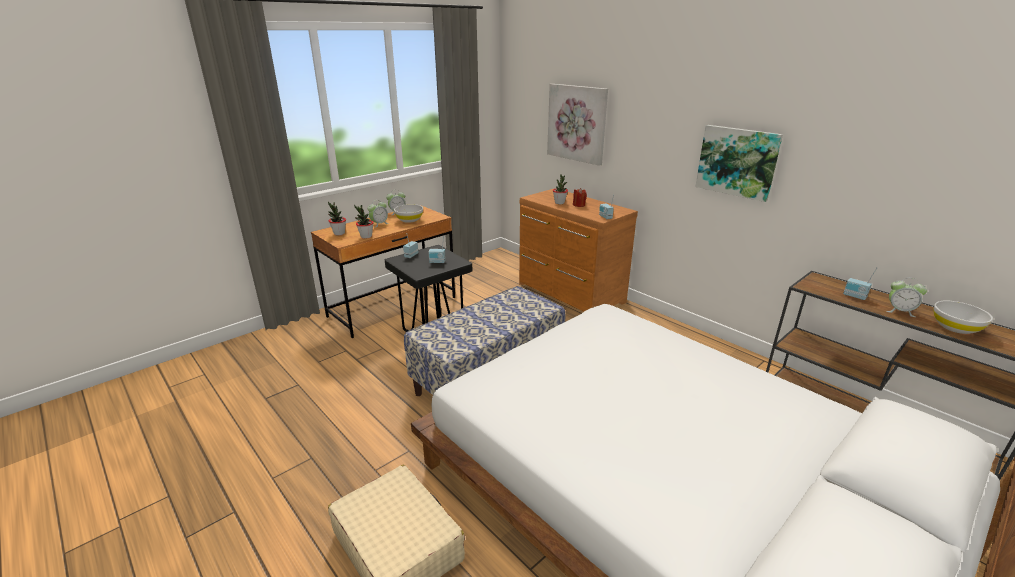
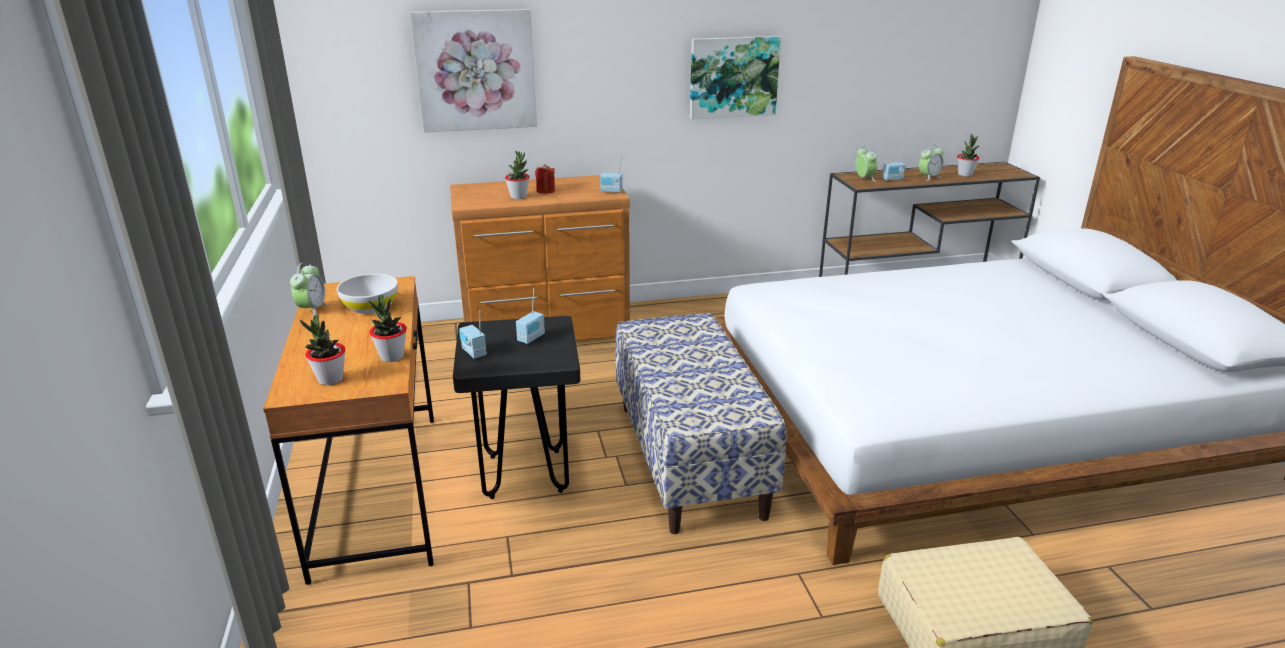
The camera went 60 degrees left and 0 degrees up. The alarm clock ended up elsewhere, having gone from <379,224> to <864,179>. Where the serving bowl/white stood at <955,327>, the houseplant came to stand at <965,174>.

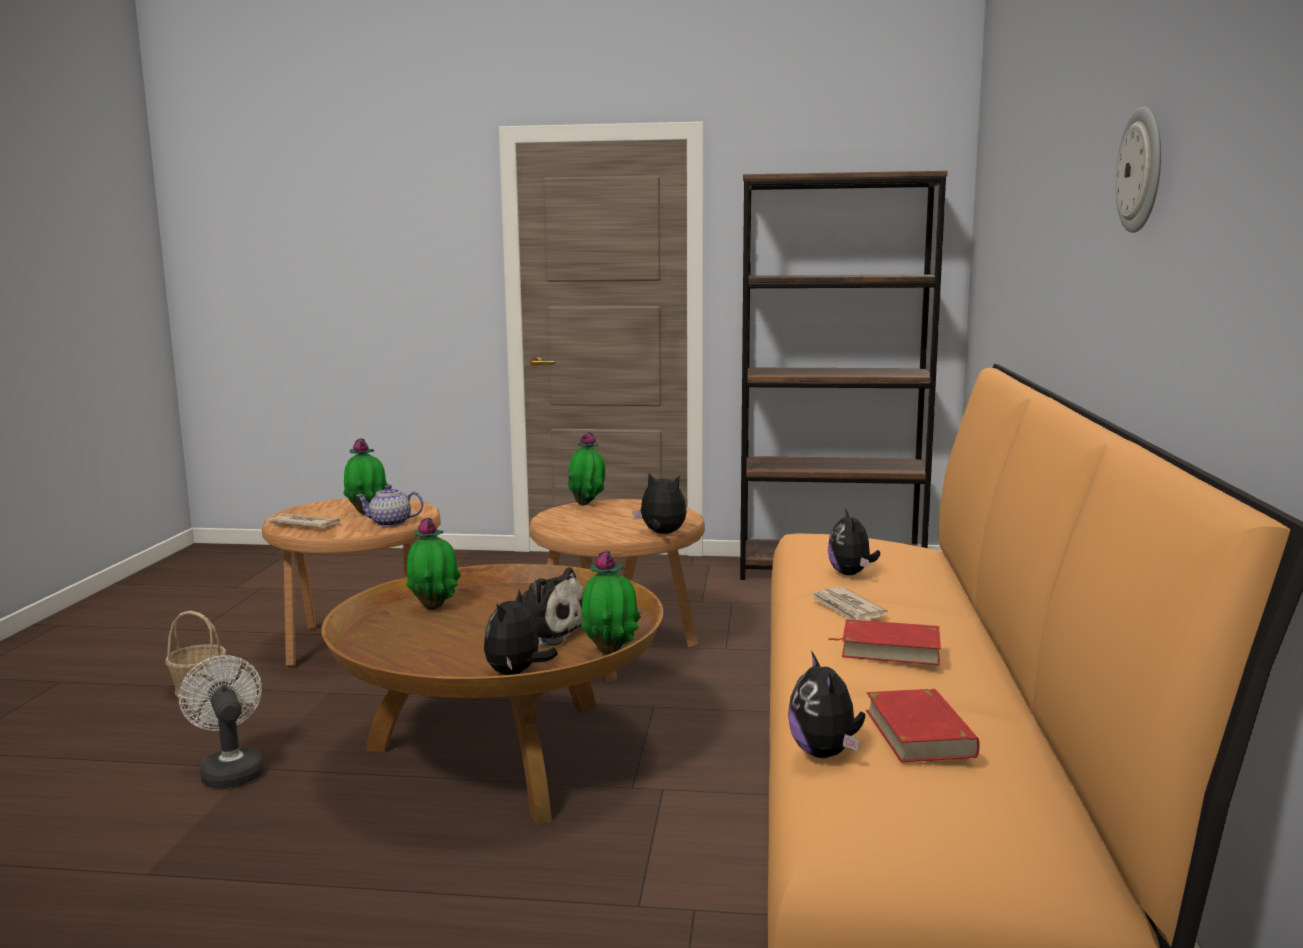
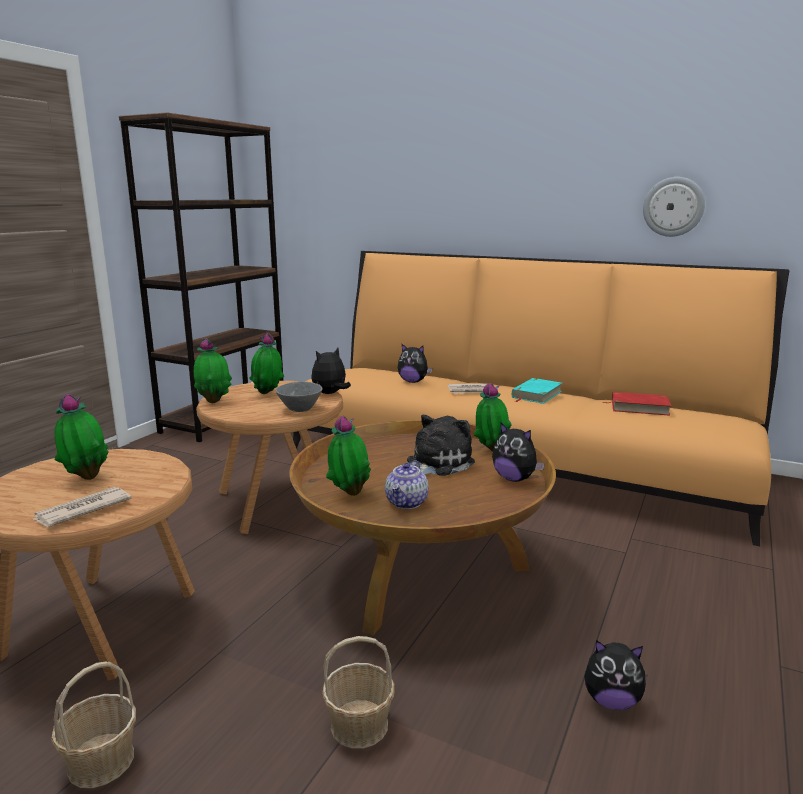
The camera went 70 degrees left and 5 degrees up. The second view gained the houseplant at <267,394>. The second view gained the serving bowl/gray at <298,409>. Where the fan/white stood at <230,770>, the household basket came to stand at <360,725>. The pot for tea ended up elsewhere, having gone from <390,523> to <407,503>. What was the book/red-coloured at <890,649> turned into the book/blue-green at <536,394>. The soft toy ended up elsewhere, having gone from <825,753> to <611,701>. The hanging clock ended up elsewhere, having gone from <1142,170> to <673,207>.

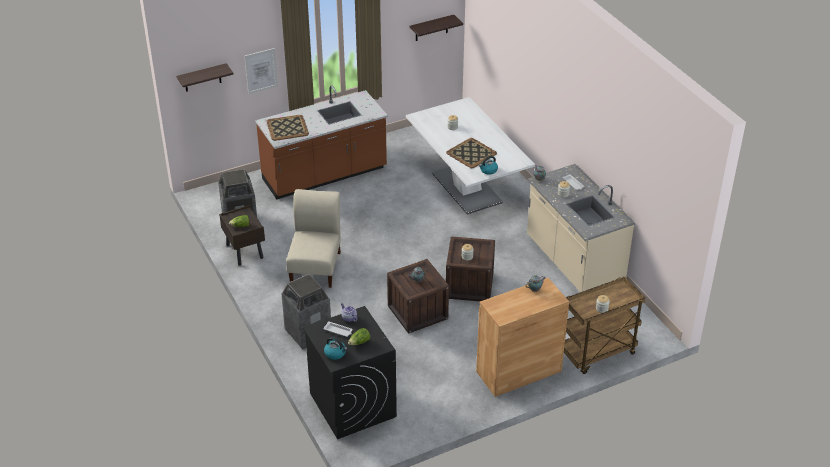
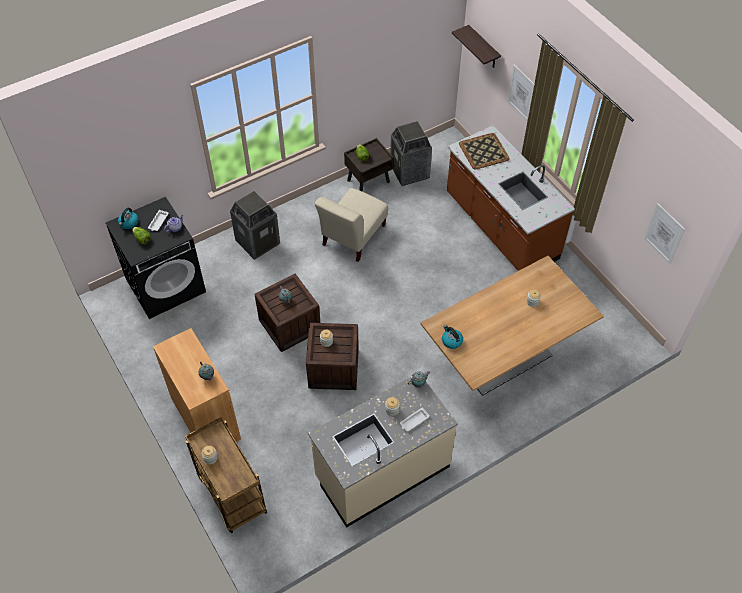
The camera went 85 degrees right and 15 degrees up. The chair/beige at <316,266> ended up facing another way, 120 degrees clockwise from before. What was the dining table/white at <466,188> turned into the dining table/brown at <503,358>. Where the bracket shelf hung at <431,28>, the picture came to hang at <664,233>. The second view lost the carrying tray at <471,153>.

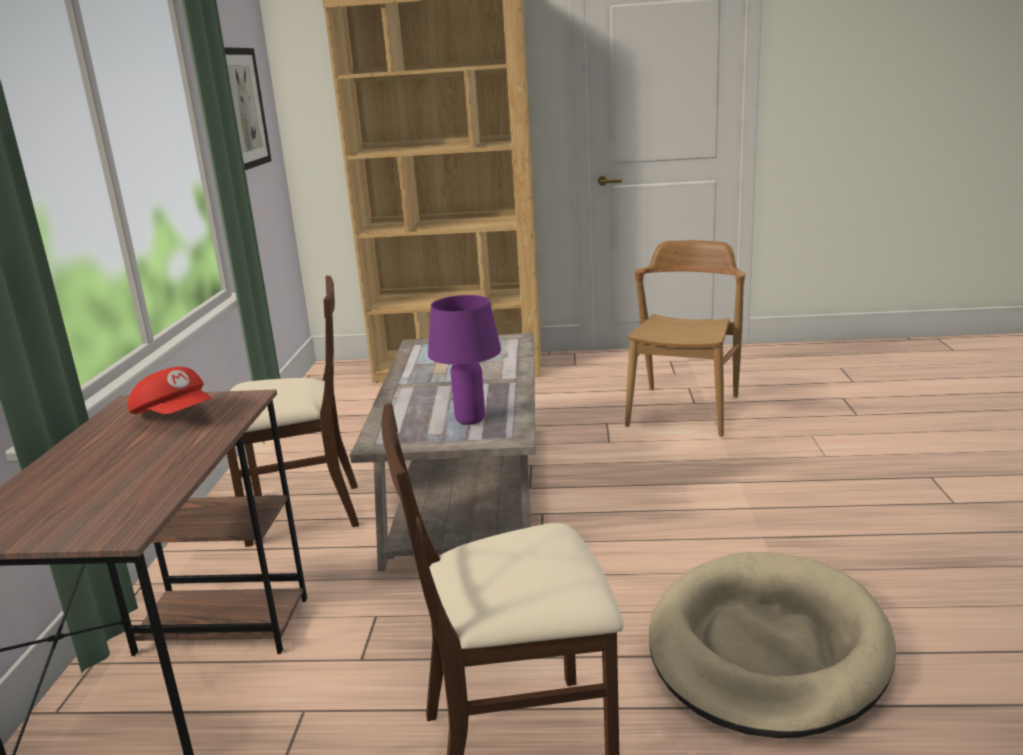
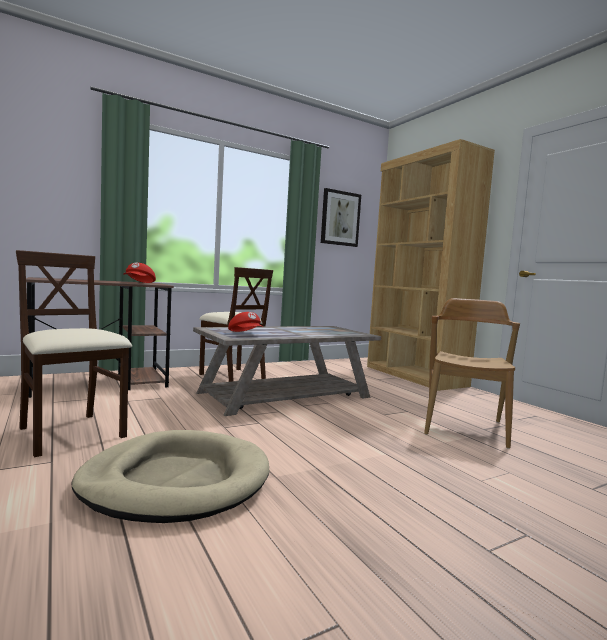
The camera went 55 degrees right and 15 degrees down. Where the table lamp/purplish stood at <469,420>, the peaked cap/red-coloured came to stand at <246,334>. The chair/brown at <684,411> ended up facing another way, 60 degrees counterclockwise from before.

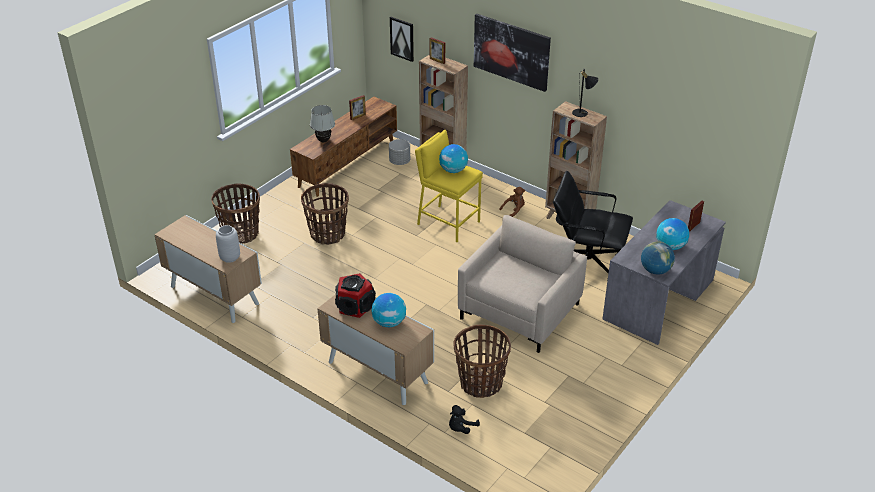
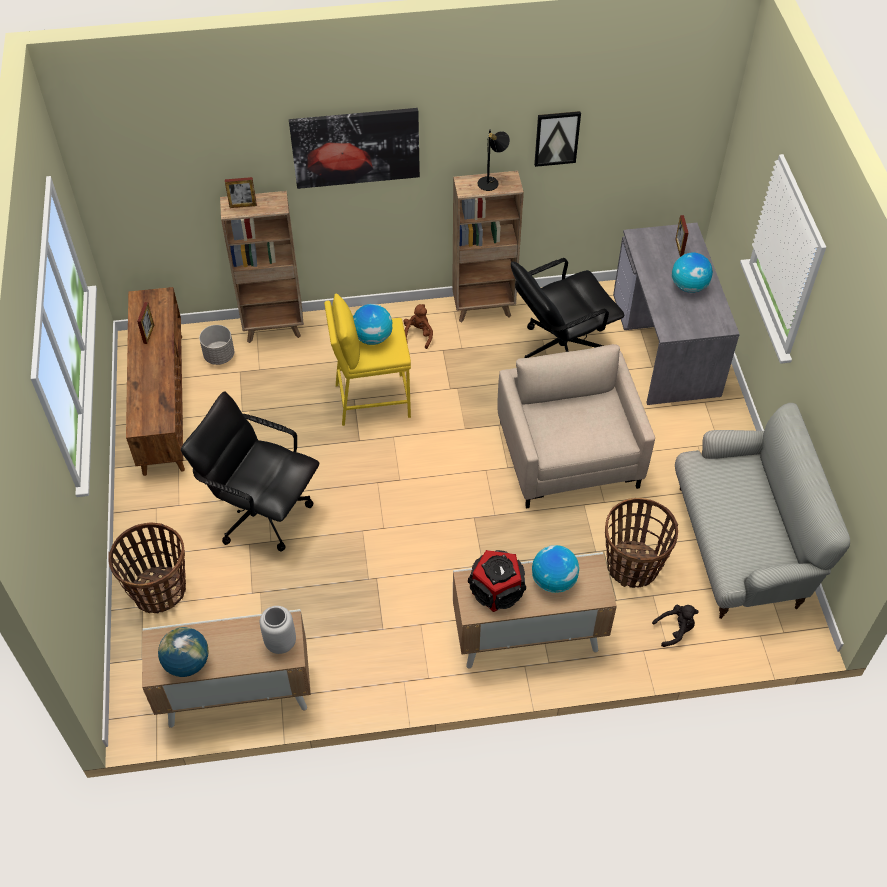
The camera went 45 degrees left and 15 degrees up. The world globe ended up elsewhere, having gone from <655,270> to <187,663>. Where the household basket stood at <328,234>, the desk chair/black came to stand at <261,512>. The picture ended up elsewhere, having gone from <402,38> to <556,138>. The soft toy/black at <461,428> ended up facing another way, 105 degrees counterclockwise from before. The second view gained the settee at <741,546>. The second view lost the table lamp/white at <323,141>.

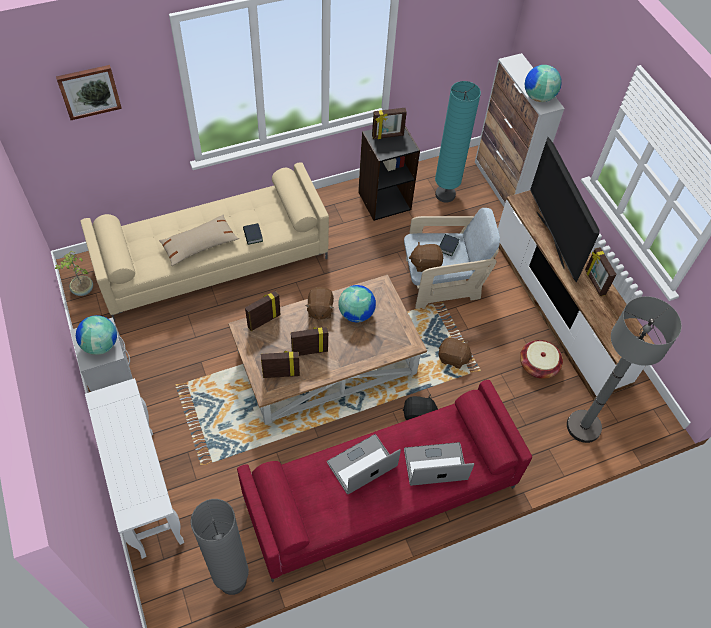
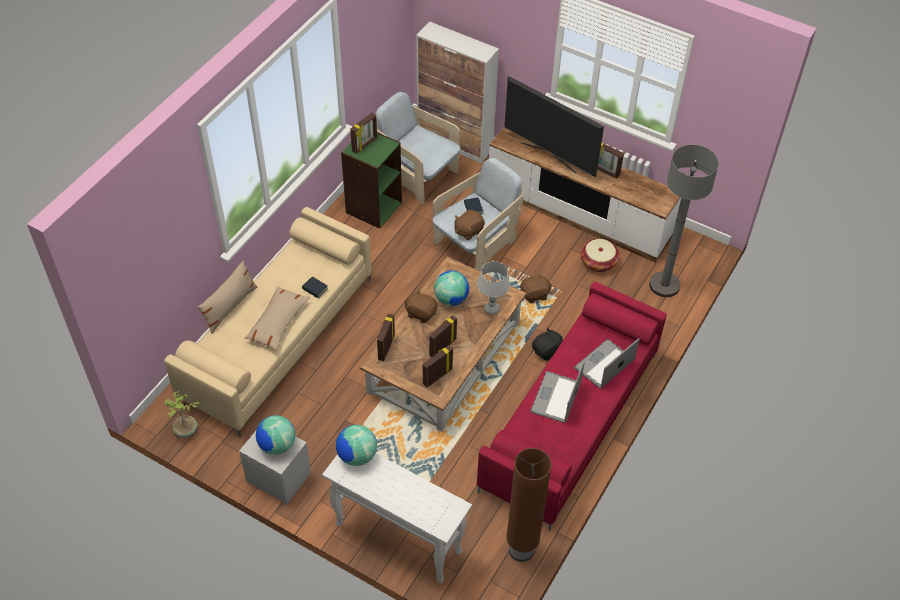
The camera went 35 degrees left and 5 degrees down. The second view gained the throw pillow/beige at <230,307>. The world globe ended up elsewhere, having gone from <538,97> to <357,456>. What was the shelving unit/black at <384,200> turned into the shelving unit/greenish at <373,207>. Where the standing lamp/blue-green stood at <445,195>, the easy chair/beige came to stand at <417,175>. The soft toy/brown at <319,309> ended up facing another way, 150 degrees clockwise from before. The second view gained the table lamp/gray at <491,309>. What was the standing lamp/gray at <232,580> turned into the standing lamp/brown at <521,550>. The second view lost the picture at <89,91>.

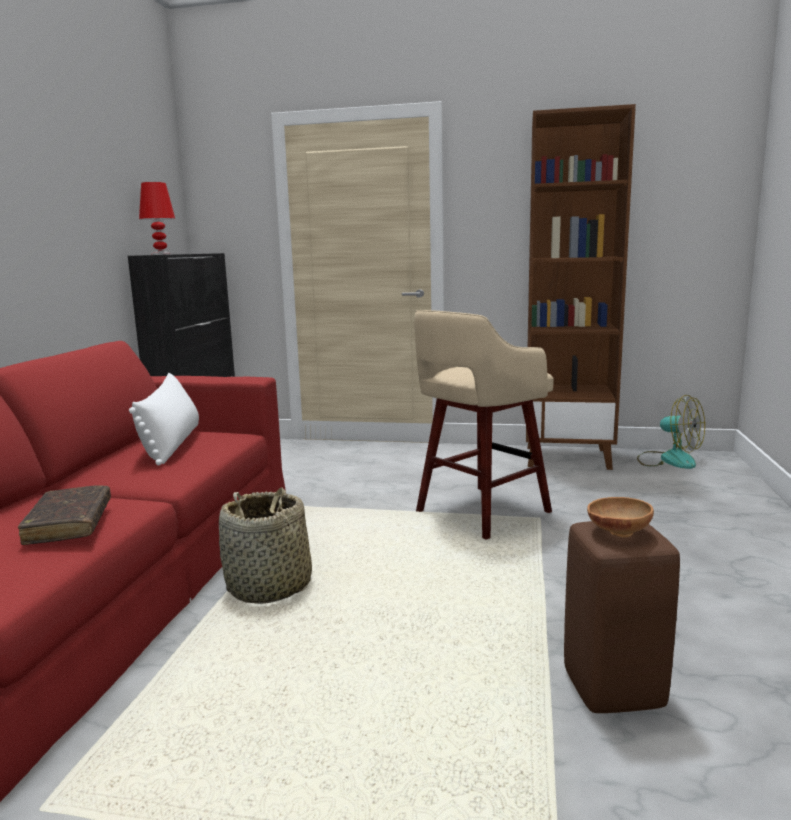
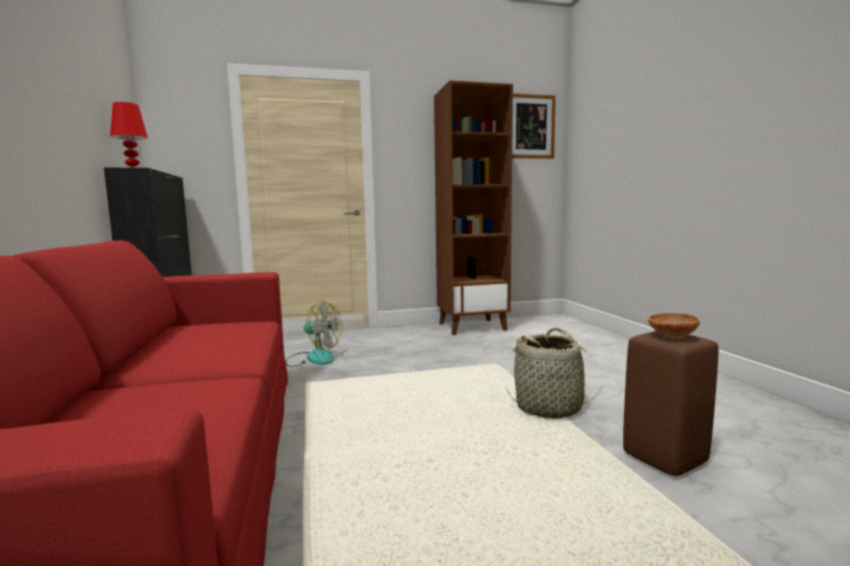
The camera went 25 degrees left and 5 degrees down. The fan ended up elsewhere, having gone from <668,459> to <313,358>. The household basket ended up elsewhere, having gone from <269,587> to <549,407>. The second view gained the picture at <531,126>. The second view lost the book/brown at <69,524>. The second view lost the throw pillow/white at <172,444>. The second view lost the stool/beige at <479,512>.

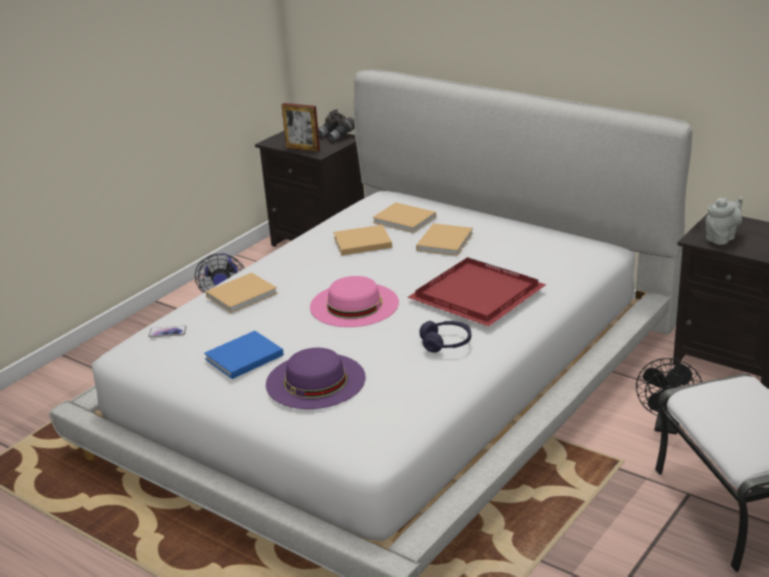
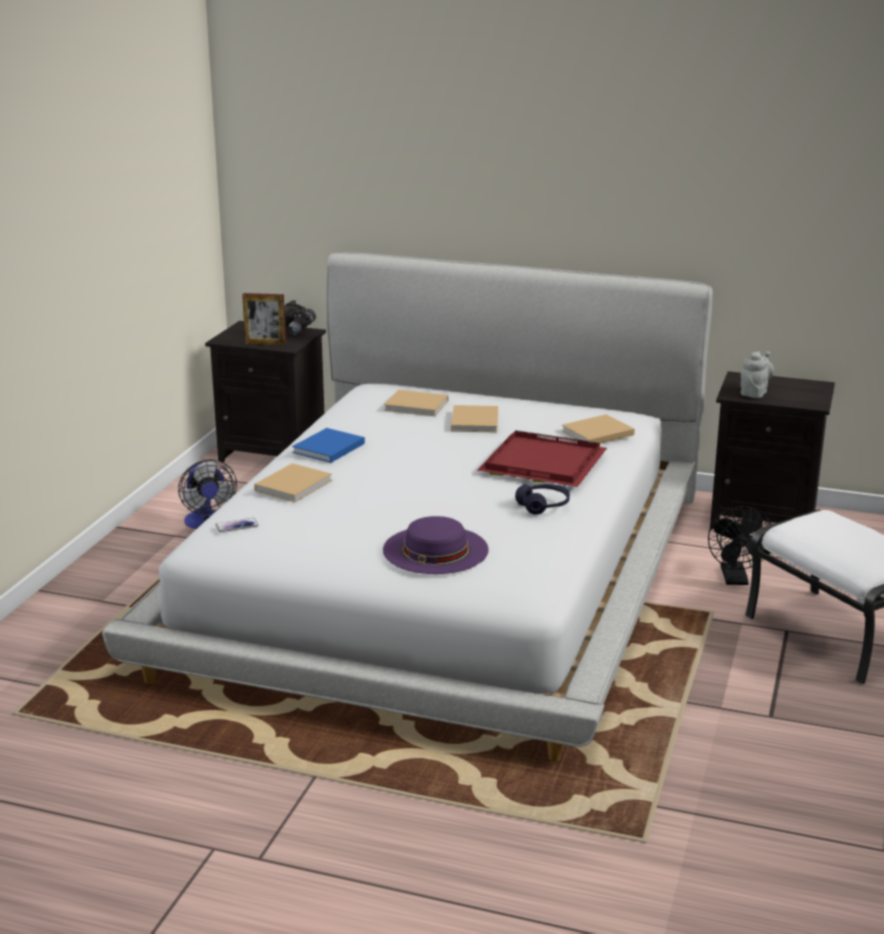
The camera went 20 degrees left and 5 degrees down. The book/bluish ended up elsewhere, having gone from <242,358> to <327,448>. The book/beige ended up elsewhere, having gone from <360,242> to <596,433>. The second view lost the wearable hat/pinkish at <354,304>.

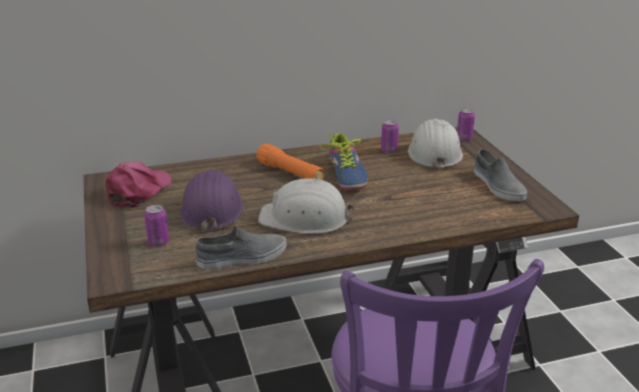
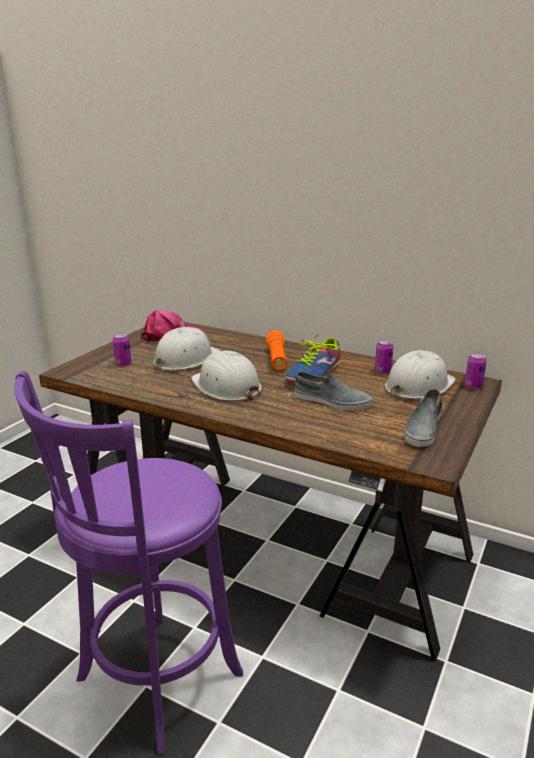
The camera went 45 degrees right and 5 degrees down. What was the work helmet/purplish at <211,209> turned into the work helmet/white at <186,359>. The item of footwear/gray ended up elsewhere, having gone from <242,257> to <331,401>.

